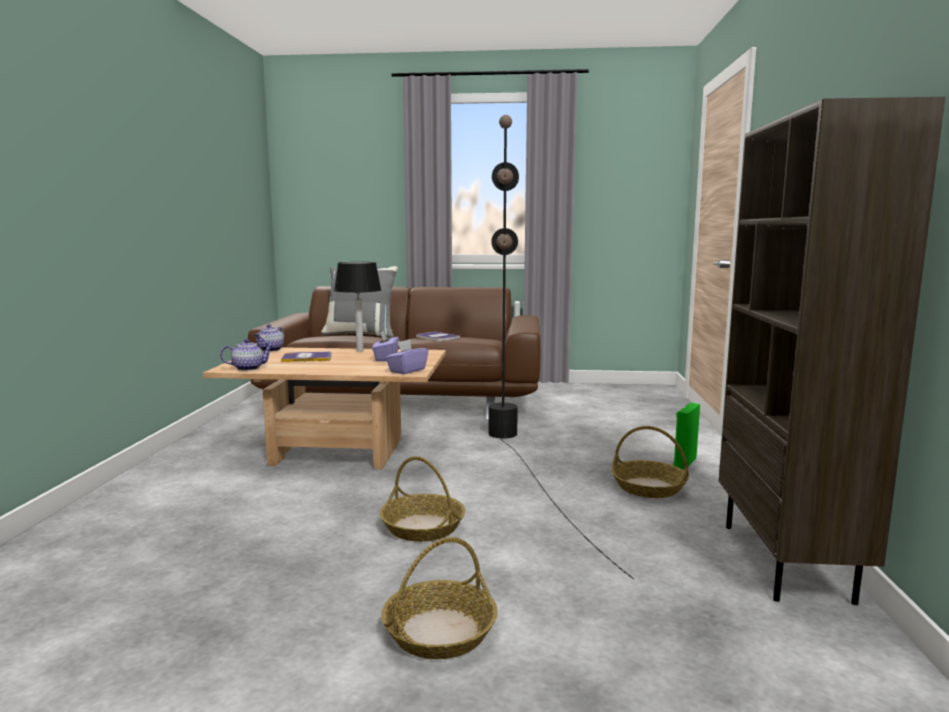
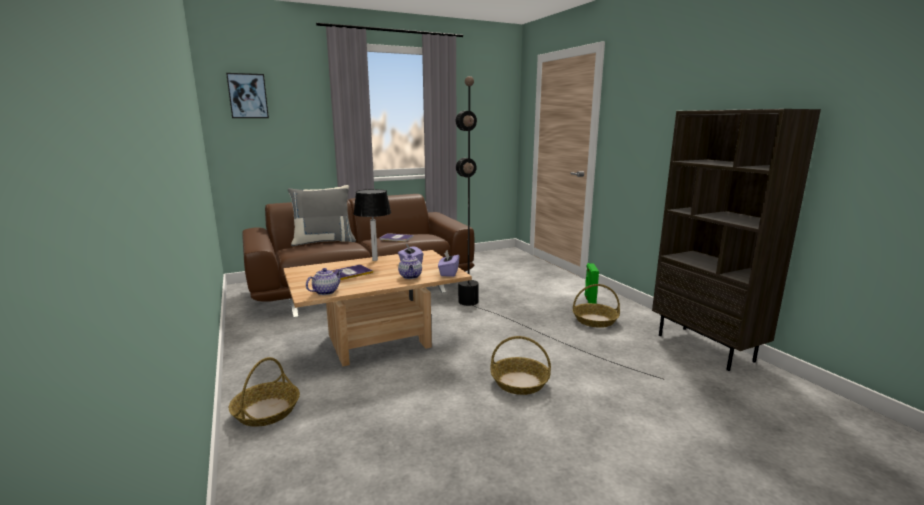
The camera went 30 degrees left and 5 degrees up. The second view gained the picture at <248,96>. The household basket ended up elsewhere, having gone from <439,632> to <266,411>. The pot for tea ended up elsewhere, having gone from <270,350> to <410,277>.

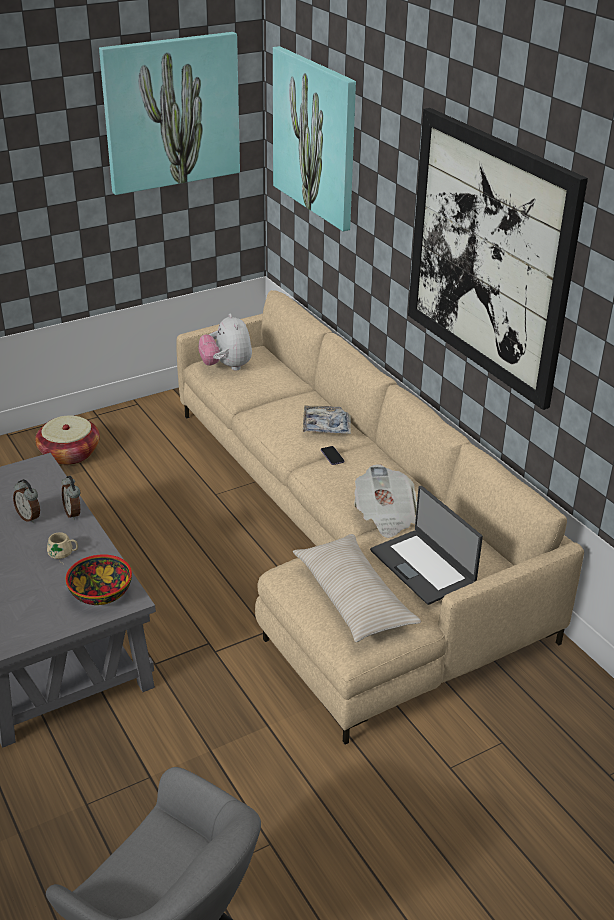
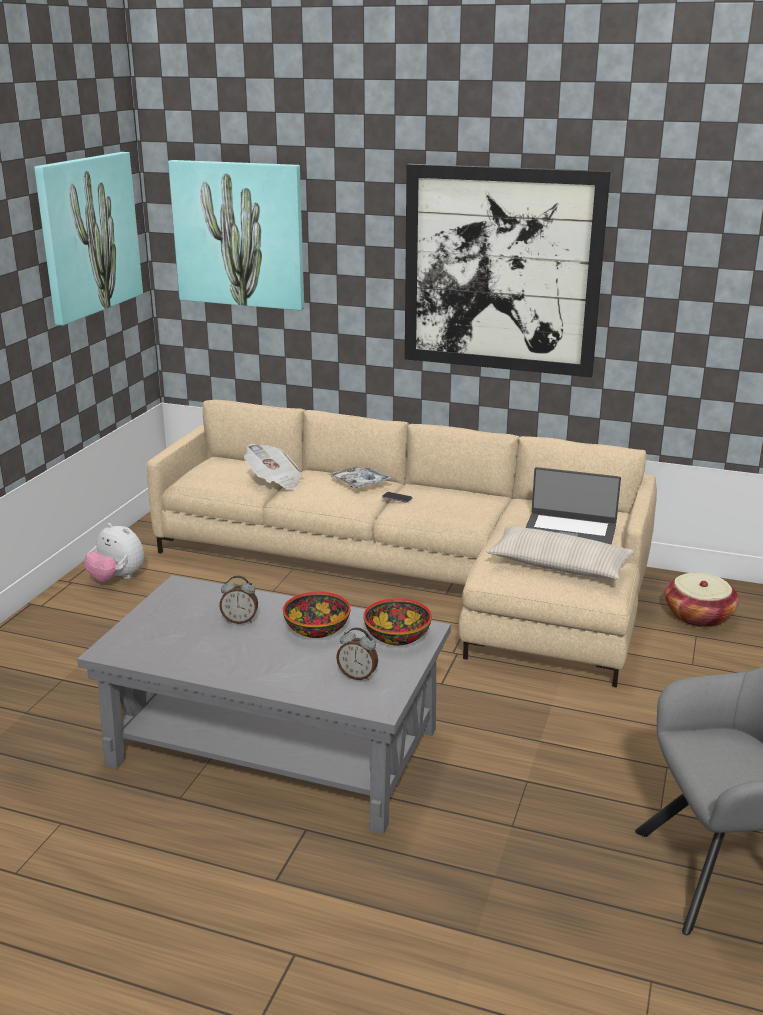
The camera went 40 degrees left and 10 degrees down. The soft toy ended up elsewhere, having gone from <227,366> to <117,578>. The daily paper ended up elsewhere, having gone from <385,516> to <274,481>. Where the mug/beige stood at <62,554>, the serving bowl came to stand at <317,629>. The alarm clock ended up elsewhere, having gone from <73,513> to <358,675>. The household basket ended up elsewhere, having gone from <69,454> to <698,615>.

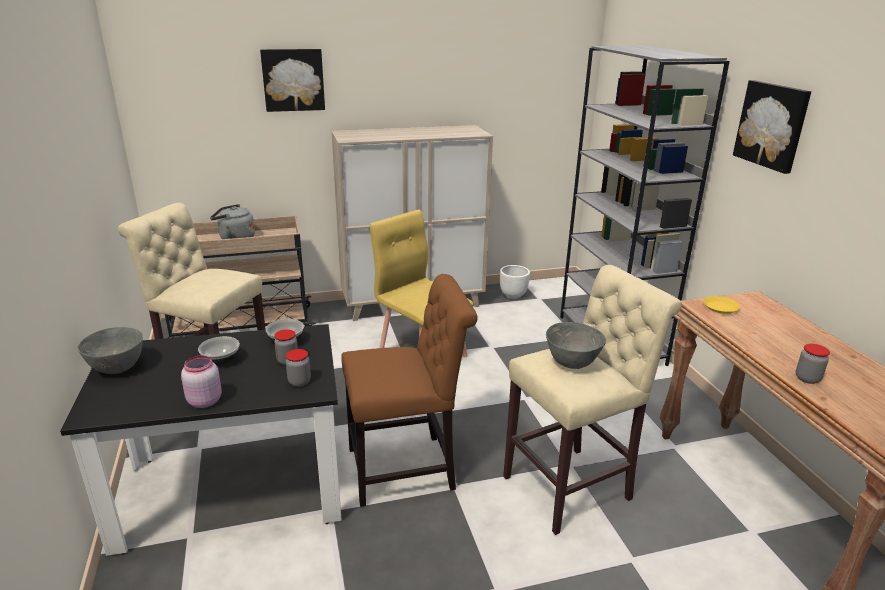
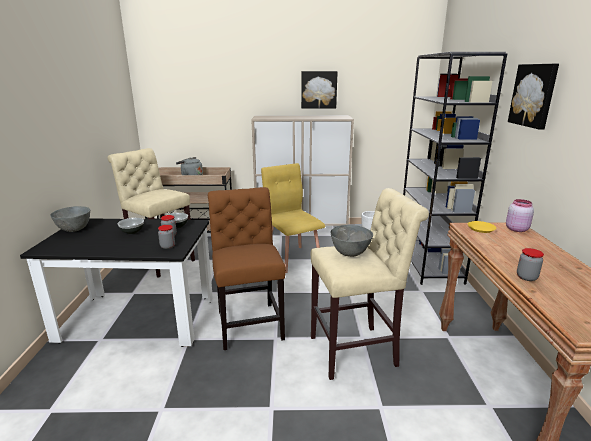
The camera went 15 degrees right and 5 degrees down. The chair/brown at <407,468> ended up facing another way, 105 degrees counterclockwise from before. The picture ended up elsewhere, having gone from <293,80> to <318,89>. The jar/pinkish ended up elsewhere, having gone from <204,401> to <516,229>.

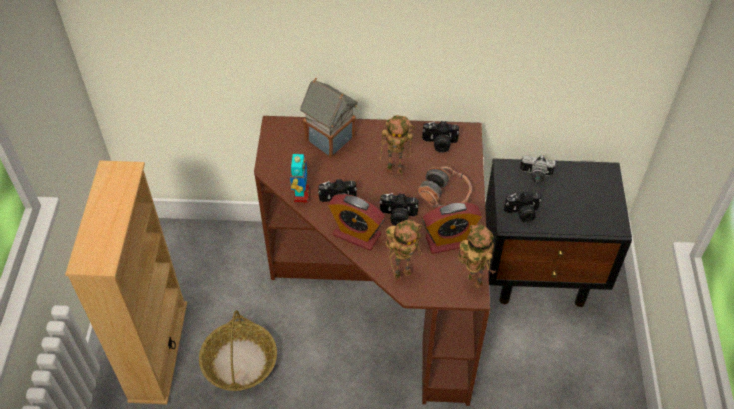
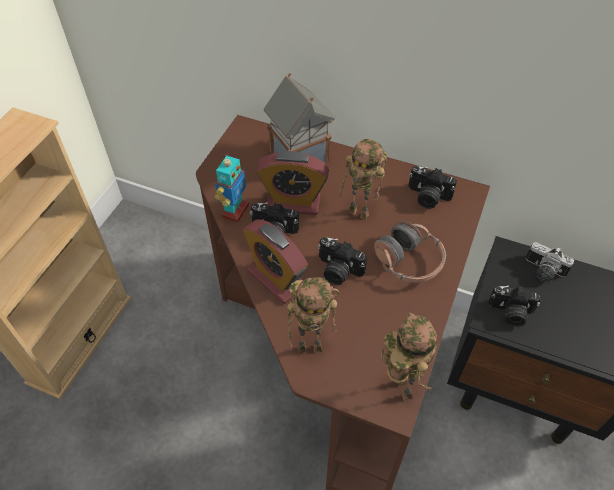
The camera went 20 degrees right and 0 degrees up. The alarm clock ended up elsewhere, having gone from <449,241> to <293,203>. The second view lost the household basket at <239,362>.

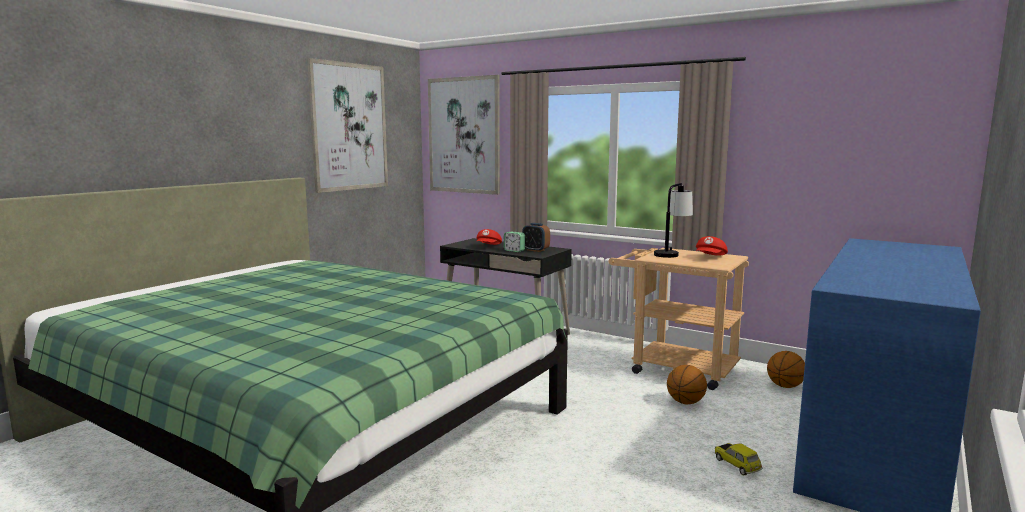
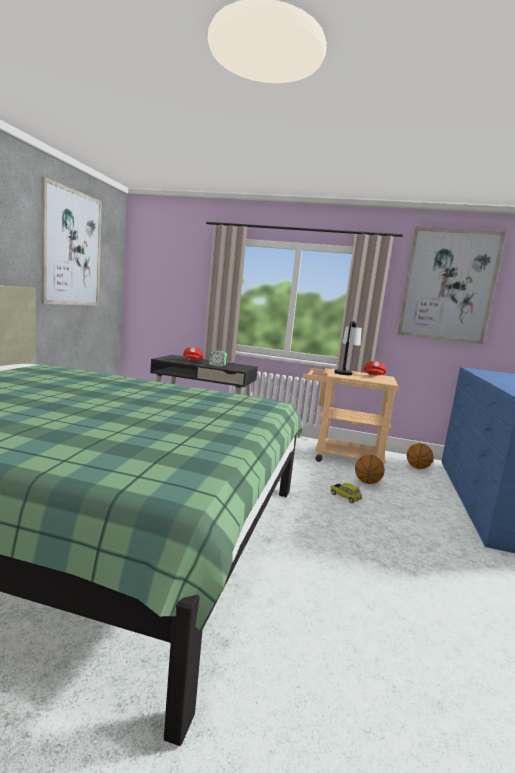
The camera went 20 degrees left and 0 degrees up. The miniature car ended up elsewhere, having gone from <738,464> to <345,497>. The picture ended up elsewhere, having gone from <464,135> to <448,285>. The second view lost the alarm clock at <535,250>.

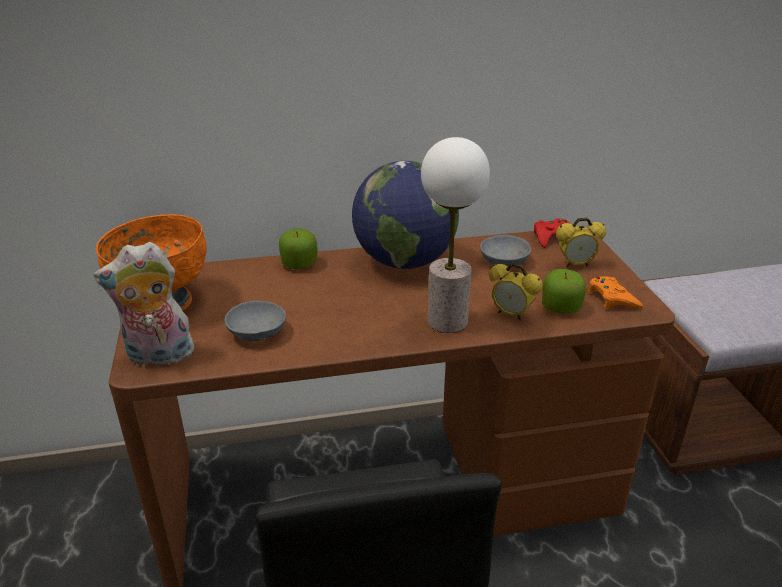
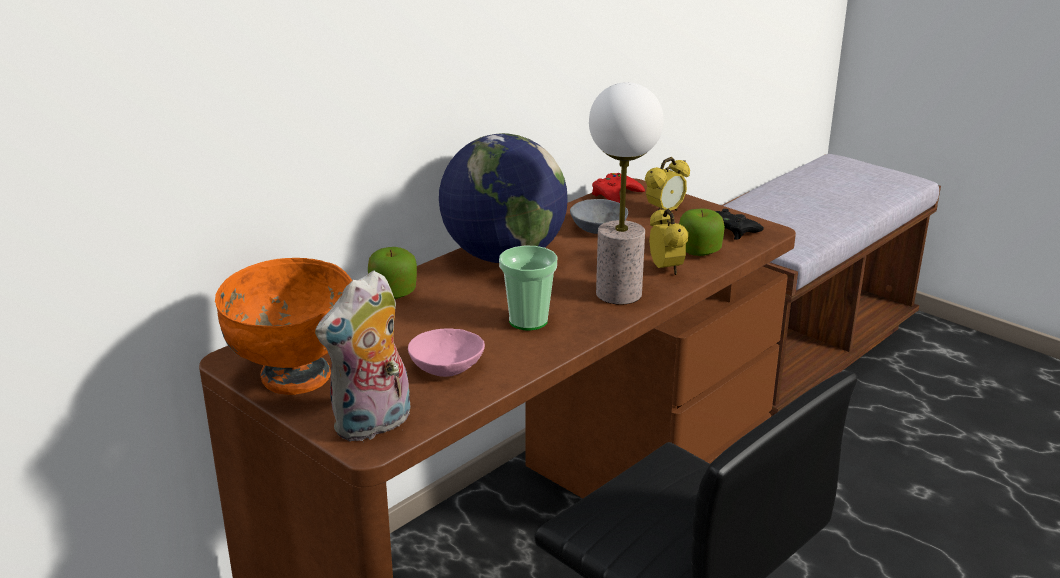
The camera went 35 degrees left and 5 degrees down. What was the serving bowl/gray at <259,331> turned into the serving bowl/pinkish at <448,365>. The second view gained the drinking cup at <528,321>. The alarm clock at <511,314> ended up facing another way, 105 degrees counterclockwise from before. What was the game controller/orange-coloured at <612,298> turned into the game controller/black at <730,230>.

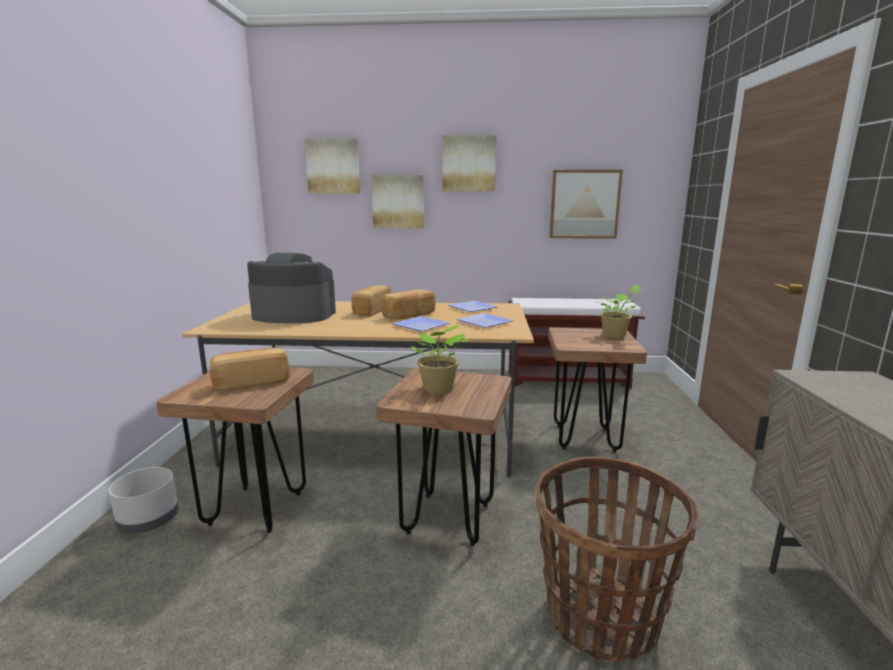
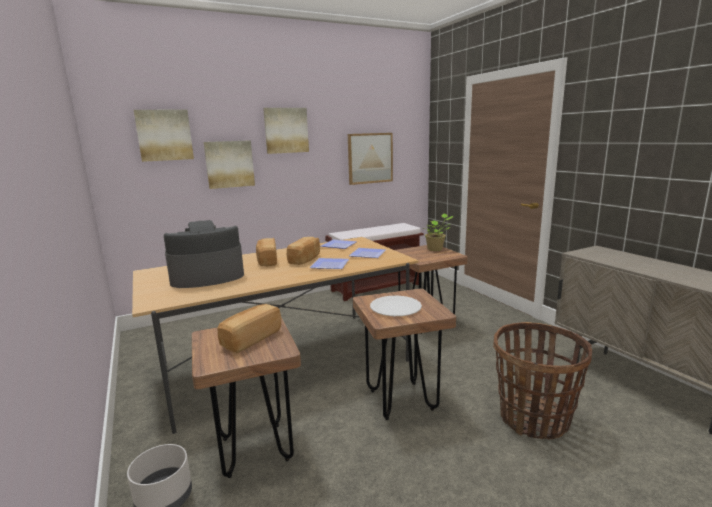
The camera went 30 degrees left and 0 degrees up. Where the houseplant stood at <438,390>, the flat dish/white came to stand at <395,307>.

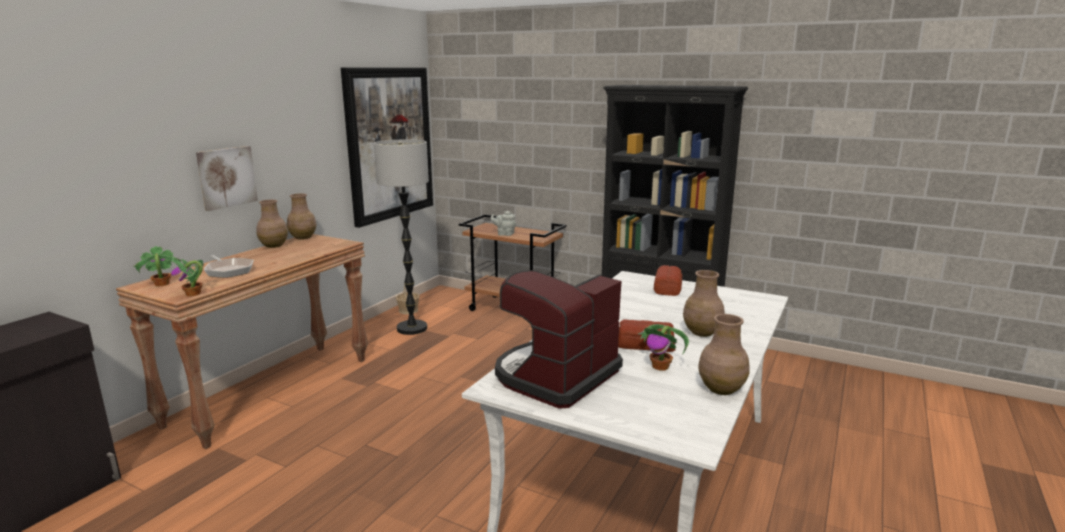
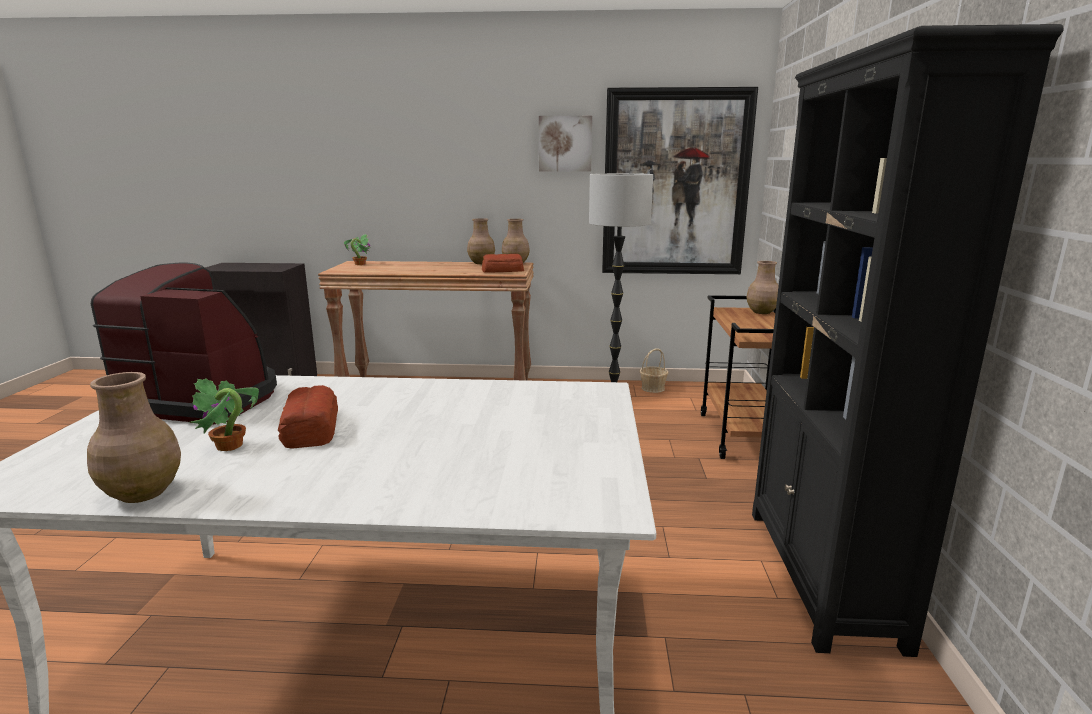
The camera went 65 degrees right and 0 degrees up. The bread ended up elsewhere, having gone from <667,288> to <502,270>. The picture ended up elsewhere, having gone from <226,177> to <565,144>. The decorative vase/brown ended up elsewhere, having gone from <702,332> to <761,312>. The second view lost the houseplant at <193,294>. The second view lost the skillet at <229,270>. The second view lost the pot for tea/gray at <504,234>.

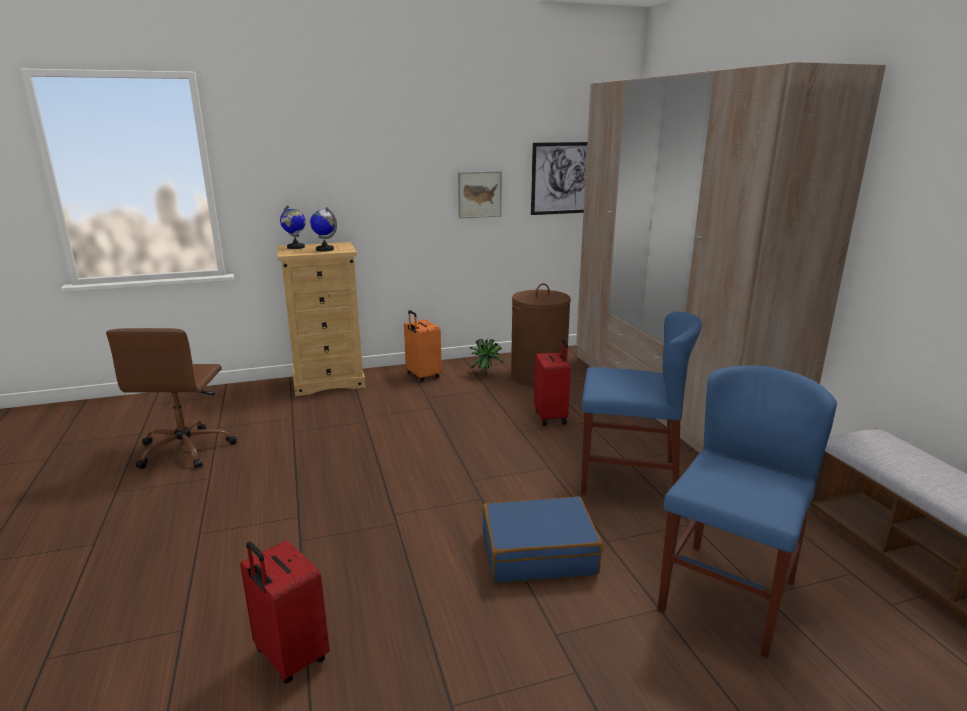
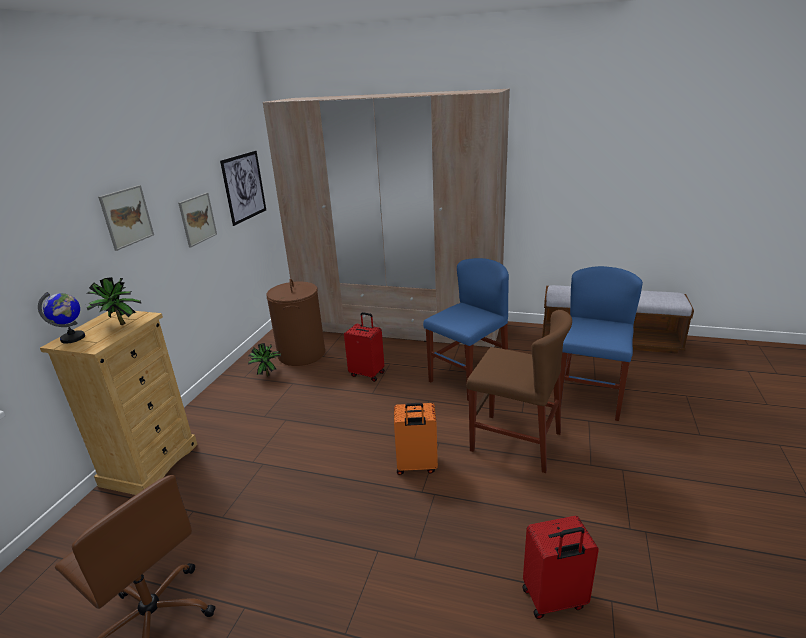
The camera went 55 degrees left and 5 degrees up. Where the world globe stood at <325,249>, the houseplant came to stand at <119,325>. The second view gained the picture at <127,217>. The suitcase/orange-coloured ended up elsewhere, having gone from <422,376> to <416,466>. Where the suitcase/bluish stood at <538,553>, the chair/brown came to stand at <515,441>. The chair/bluish at <727,596> ended up facing another way, 45 degrees clockwise from before.

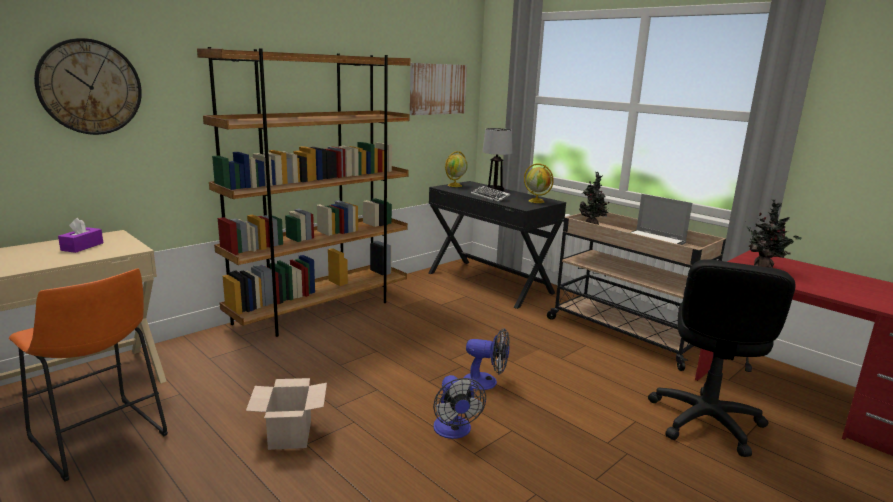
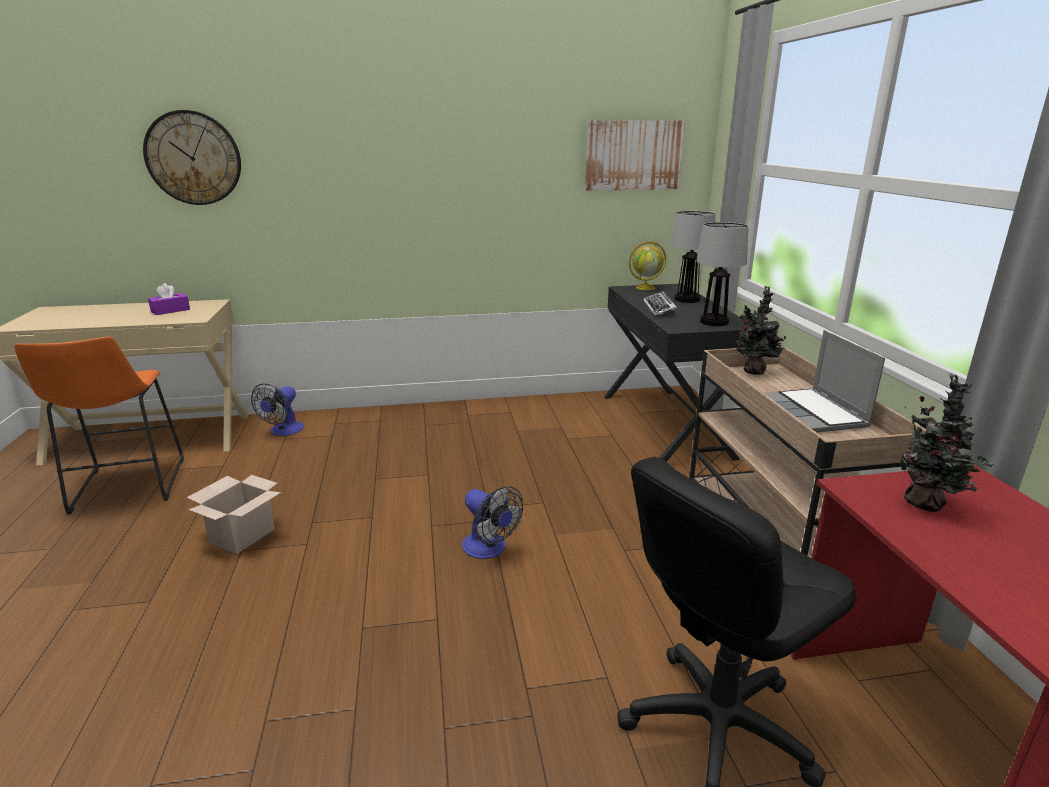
The camera went 35 degrees right and 5 degrees up. The fan ended up elsewhere, having gone from <454,431> to <283,431>. Where the world globe stood at <537,201>, the table lamp came to stand at <714,322>. The second view lost the shelving unit/brown at <321,310>.

